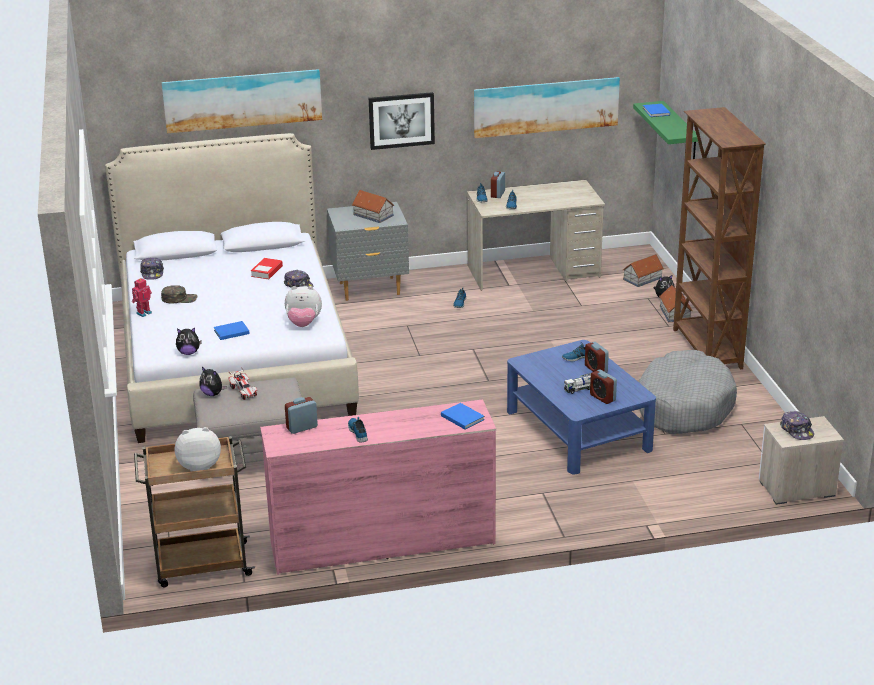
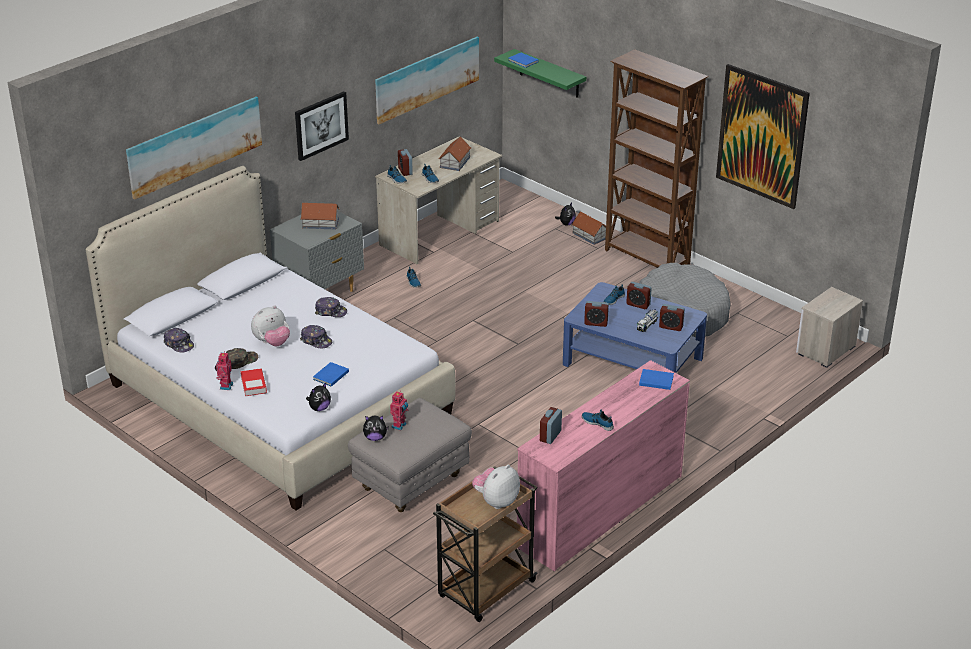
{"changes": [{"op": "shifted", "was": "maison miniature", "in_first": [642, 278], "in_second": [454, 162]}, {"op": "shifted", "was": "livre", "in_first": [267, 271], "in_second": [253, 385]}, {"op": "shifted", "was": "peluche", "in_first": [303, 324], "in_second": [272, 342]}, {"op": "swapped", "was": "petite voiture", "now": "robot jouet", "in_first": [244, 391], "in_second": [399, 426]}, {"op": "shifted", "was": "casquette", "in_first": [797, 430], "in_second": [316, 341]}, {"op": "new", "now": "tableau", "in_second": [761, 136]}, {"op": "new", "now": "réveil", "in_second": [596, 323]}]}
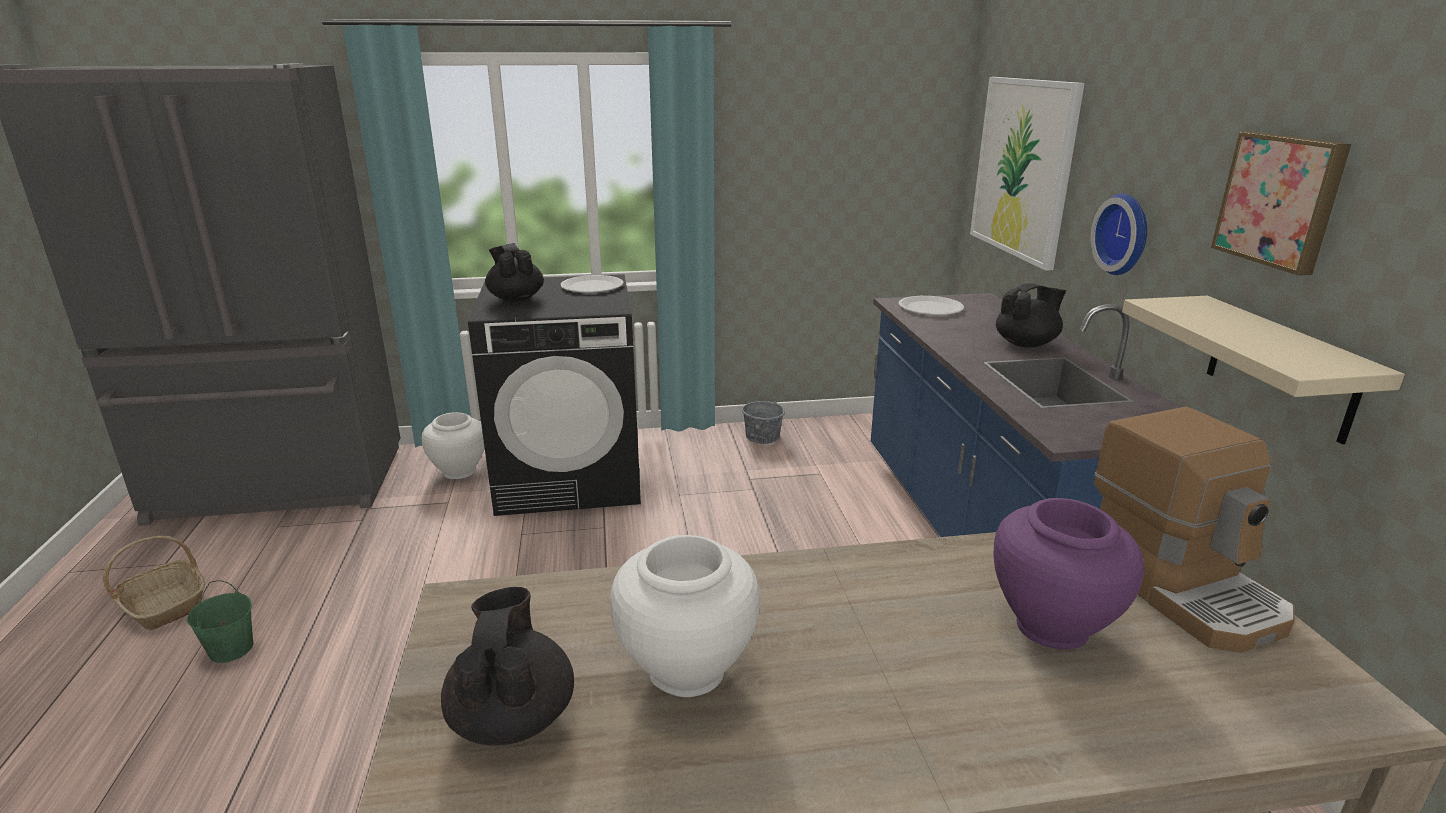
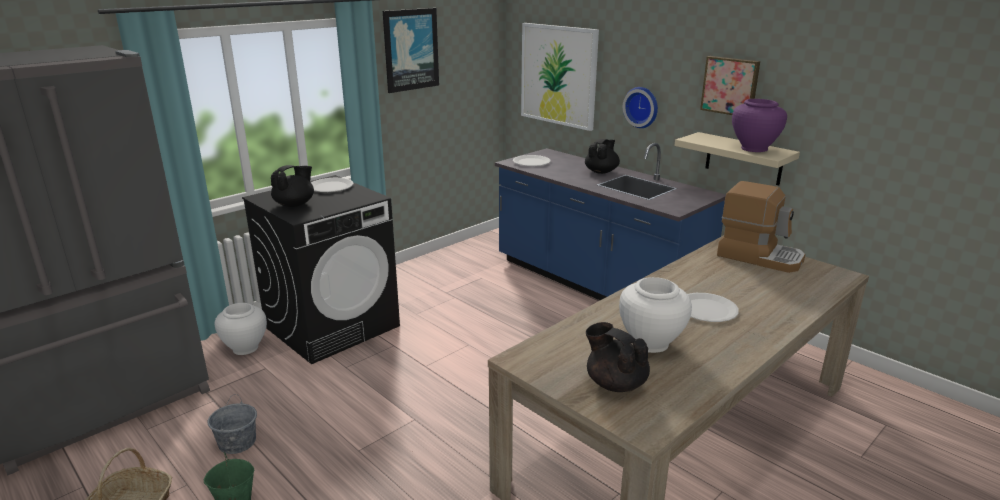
{"changes": [{"op": "rotated", "was": "théière [noir]", "in_first": [516, 298], "in_second": [295, 204], "clockwise": 105}, {"op": "shifted", "was": "seau [gris]", "in_first": [762, 437], "in_second": [237, 442]}, {"op": "shifted", "was": "vase [violet]", "in_first": [1052, 627], "in_second": [754, 148]}, {"op": "new", "now": "tableau", "in_second": [410, 49]}, {"op": "new", "now": "assiette [blanc]", "in_second": [707, 309]}]}
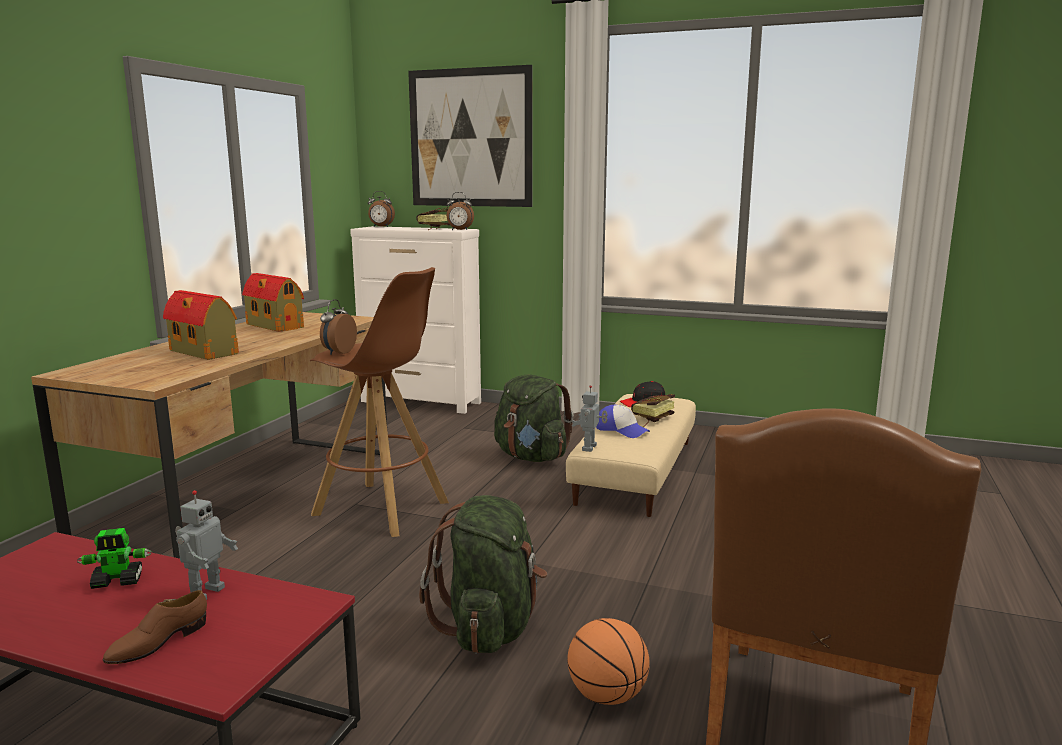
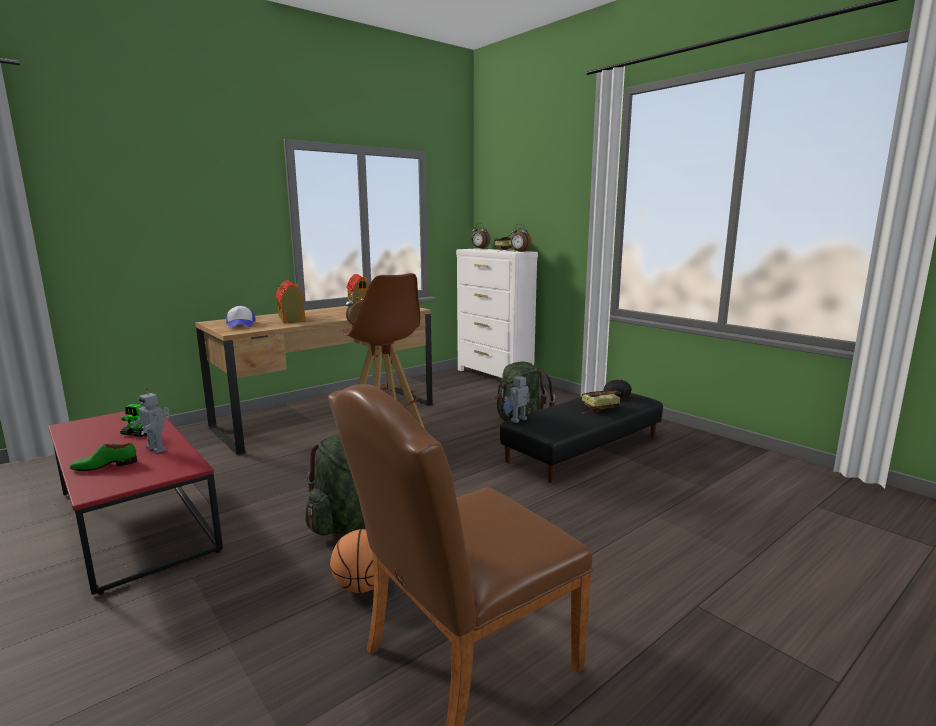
{"changes": [{"op": "gone", "was": "tableau", "in_first": [470, 138]}, {"op": "repainted", "was": "pouf [beige]", "now": "pouf [noir]", "in_first": [637, 471], "in_second": [584, 449]}, {"op": "shifted", "was": "casquette", "in_first": [621, 430], "in_second": [241, 325]}, {"op": "rotated", "was": "robot jouet", "in_first": [204, 593], "in_second": [157, 449], "clockwise": 75}, {"op": "repainted", "was": "chaussure [marron]", "now": "chaussure [vert]", "in_first": [158, 642], "in_second": [105, 466]}]}
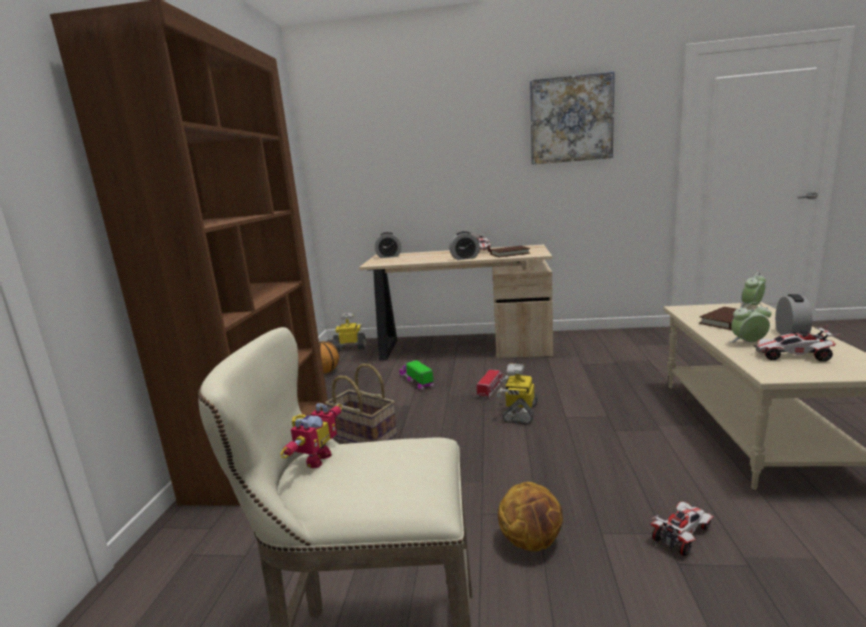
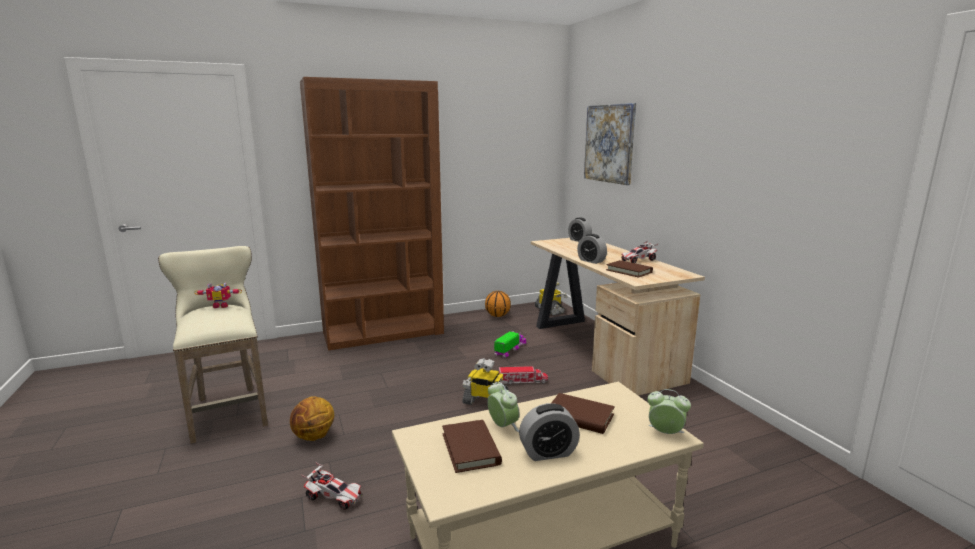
{"changes": [{"op": "shifted", "was": "tableau", "in_first": [571, 119], "in_second": [609, 143]}, {"op": "swapped", "was": "petite voiture", "now": "livre [marron]", "in_first": [792, 356], "in_second": [470, 449]}, {"op": "gone", "was": "panier", "in_first": [362, 435]}, {"op": "rotated", "was": "robot jouet", "in_first": [519, 412], "in_second": [485, 402], "clockwise": -150}]}
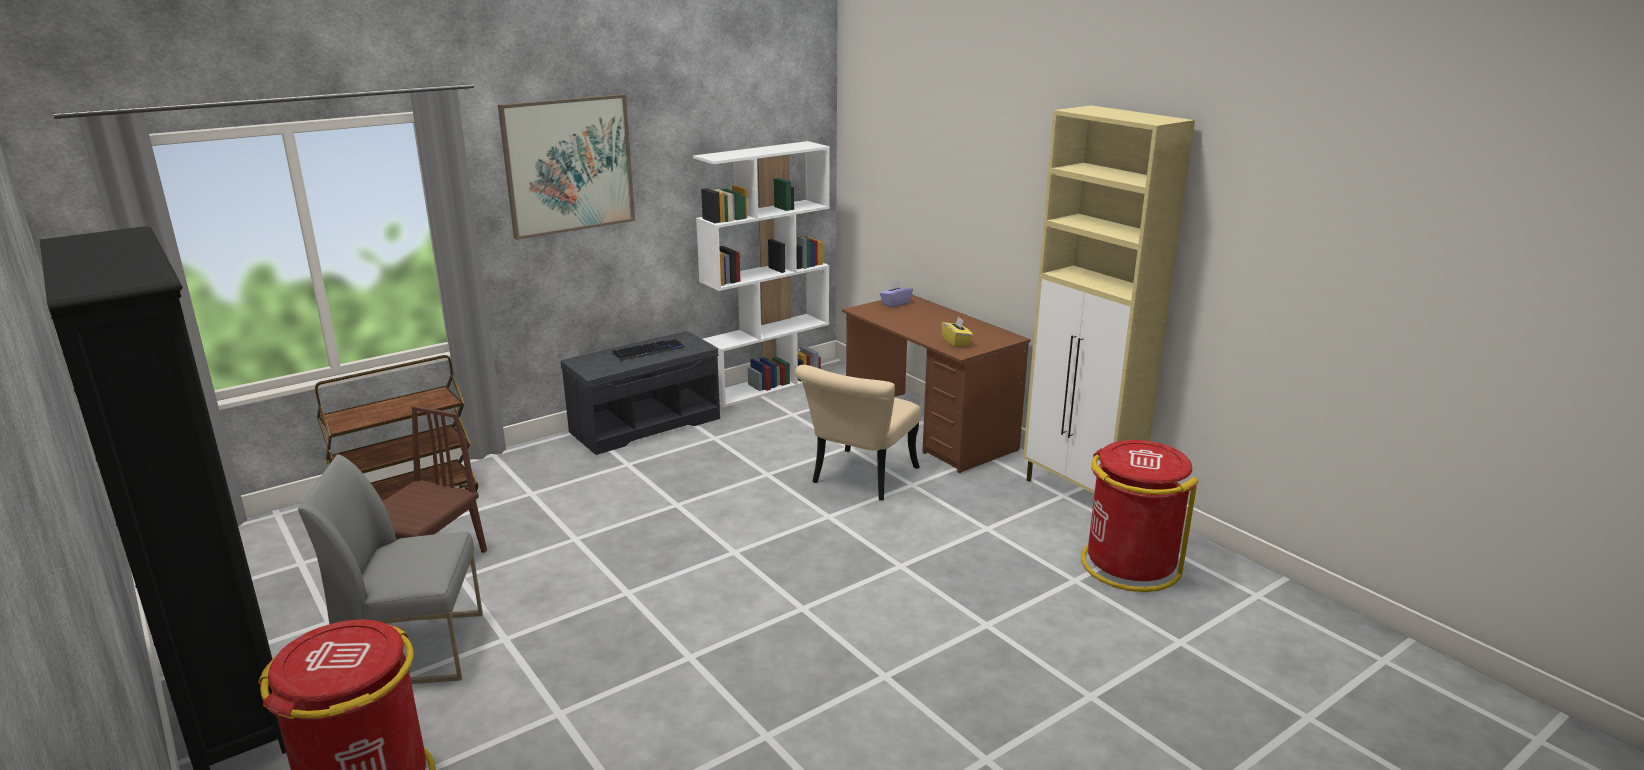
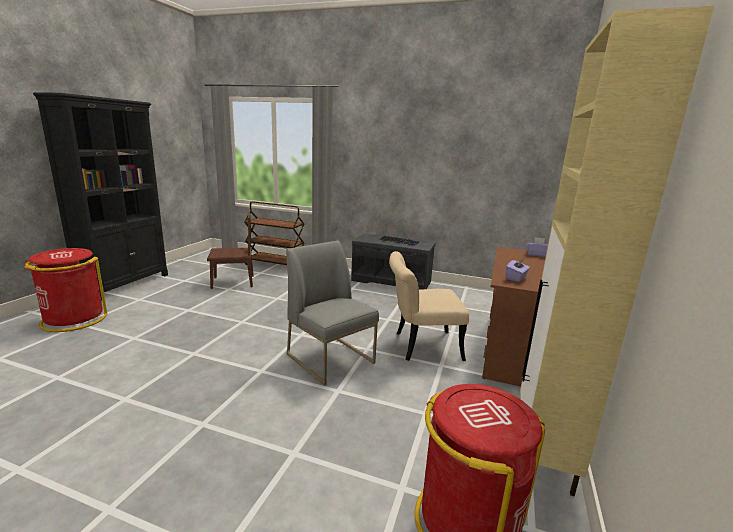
{"changes": [{"op": "gone", "was": "tableau", "in_first": [569, 165]}, {"op": "gone", "was": "bibliothèque [blanc]", "in_first": [768, 385]}, {"op": "repainted", "was": "boîte à mouchoirs [jaune]", "now": "boîte à mouchoirs [violet]", "in_first": [956, 342], "in_second": [516, 278]}, {"op": "shifted", "was": "chaise [gris]", "in_first": [414, 648], "in_second": [331, 359]}]}
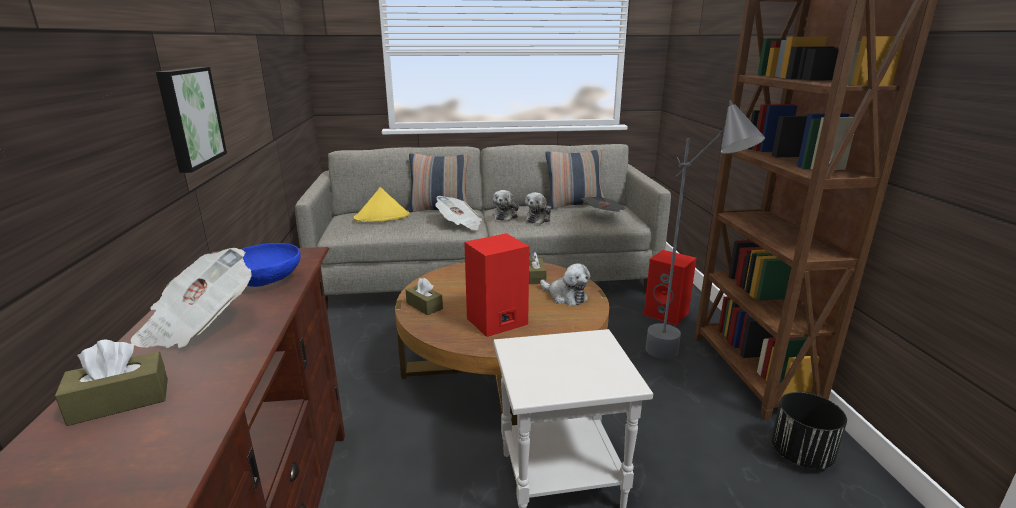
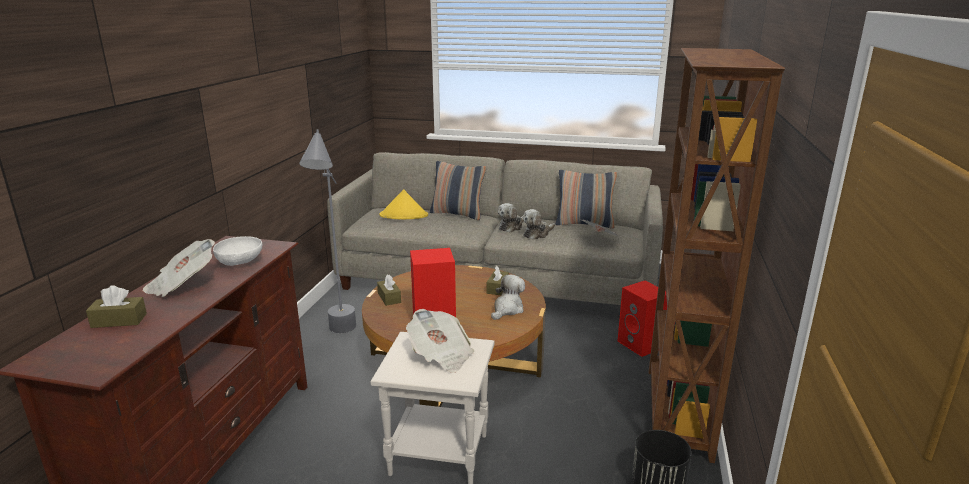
{"changes": [{"op": "gone", "was": "tableau", "in_first": [189, 117]}, {"op": "shifted", "was": "lampadaire [gris]", "in_first": [680, 364], "in_second": [339, 338]}, {"op": "shifted", "was": "journal", "in_first": [460, 225], "in_second": [441, 355]}, {"op": "repainted", "was": "bol [bleu]", "now": "bol [blanc]", "in_first": [268, 281], "in_second": [240, 263]}, {"op": "rotated", "was": "peluche", "in_first": [565, 296], "in_second": [507, 309], "clockwise": -120}]}
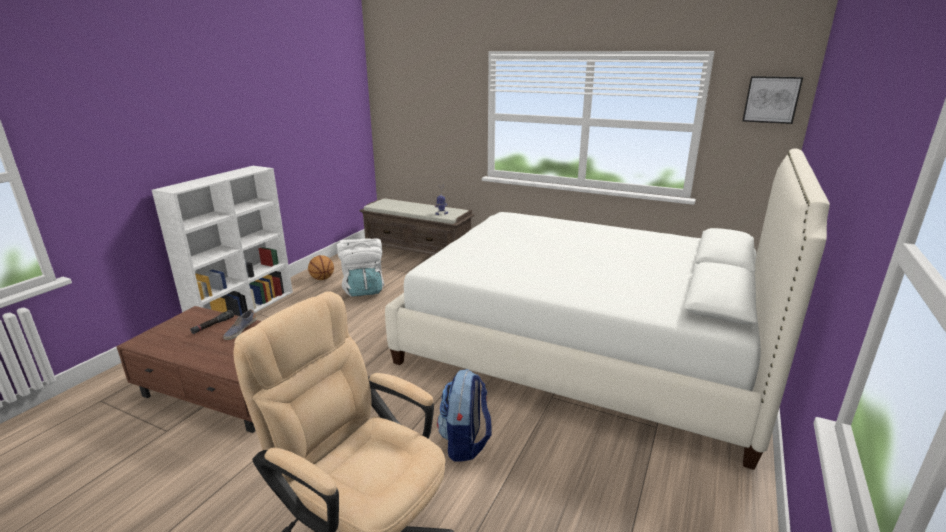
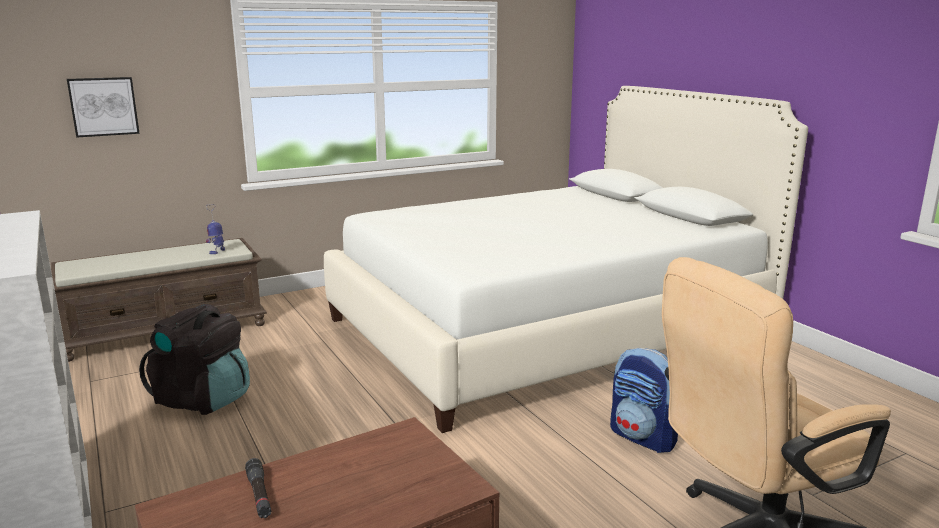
{"changes": [{"op": "shifted", "was": "tableau", "in_first": [771, 99], "in_second": [103, 106]}, {"op": "repainted", "was": "sac à dos [blanc]", "now": "sac à dos [noir]", "in_first": [363, 289], "in_second": [203, 399]}, {"op": "gone", "was": "ballon de basket", "in_first": [322, 279]}, {"op": "gone", "was": "chaussure", "in_first": [240, 331]}]}
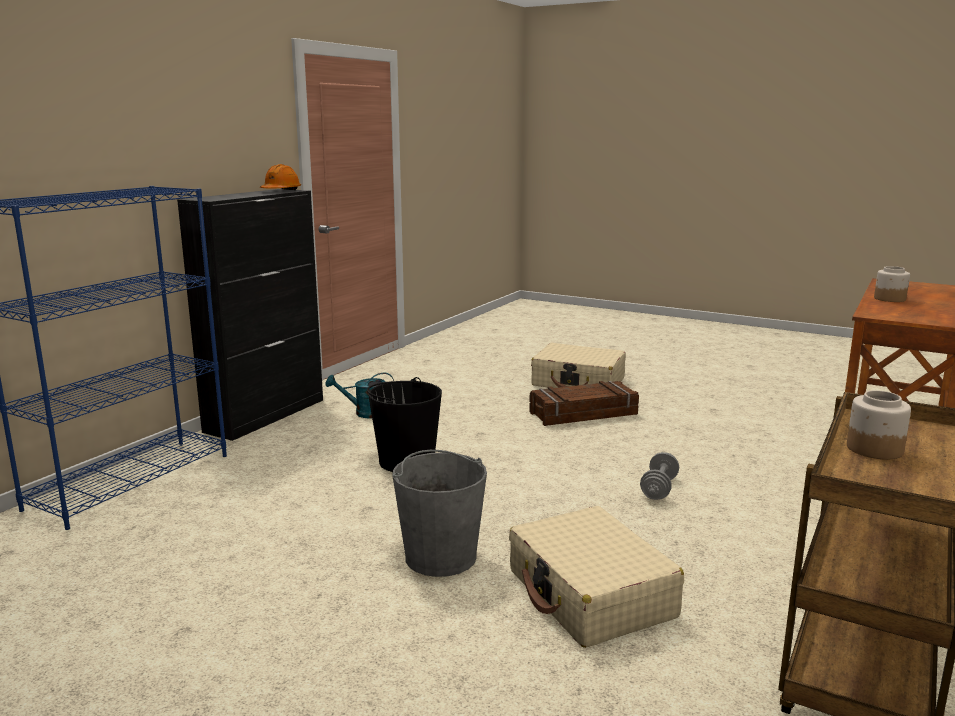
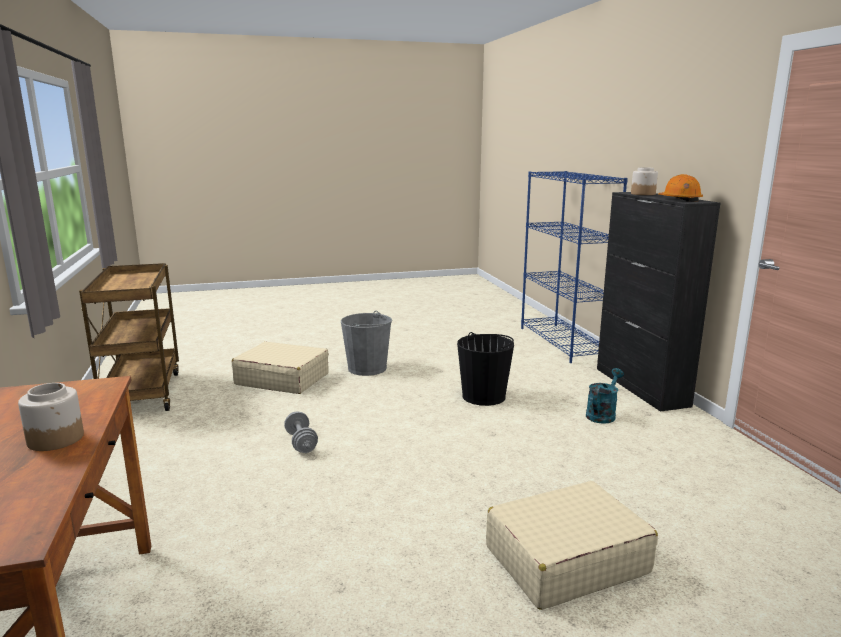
{"changes": [{"op": "gone", "was": "caisse", "in_first": [583, 414]}, {"op": "shifted", "was": "bocal", "in_first": [873, 449], "in_second": [643, 194]}]}
